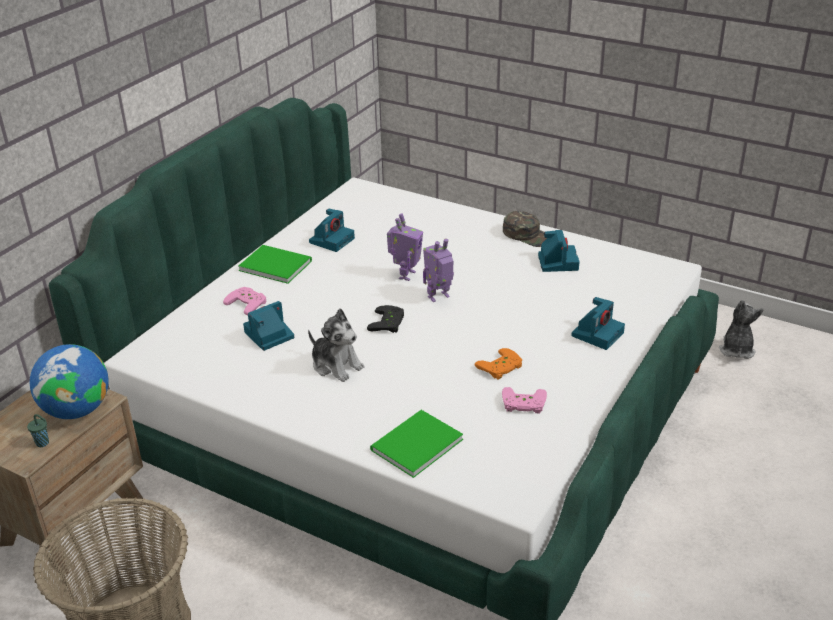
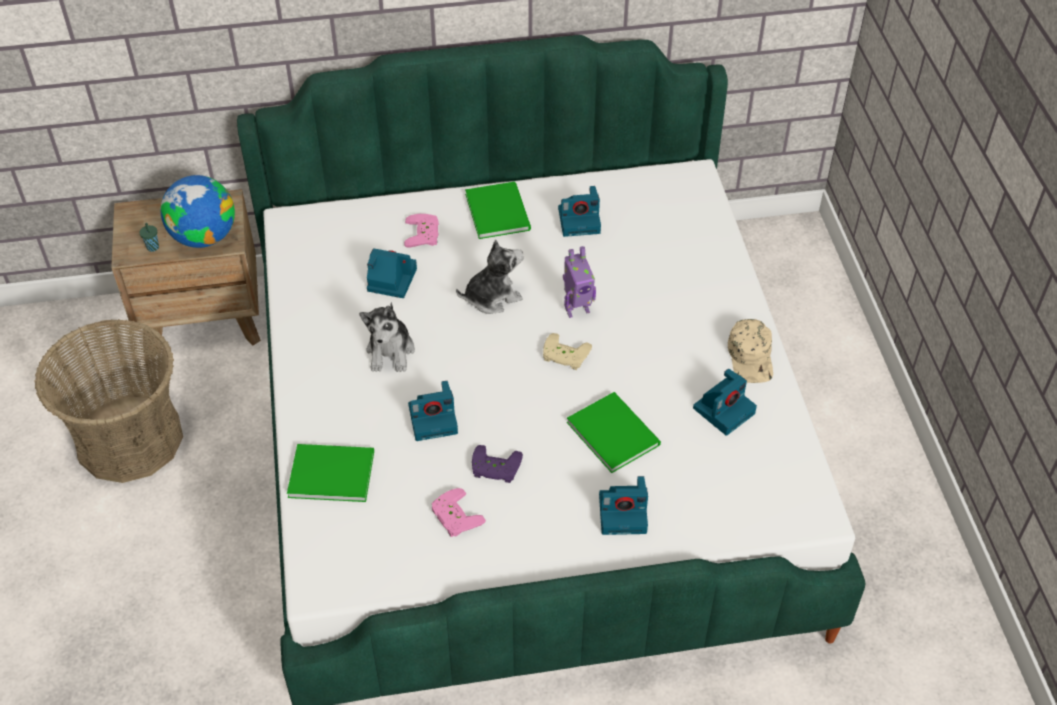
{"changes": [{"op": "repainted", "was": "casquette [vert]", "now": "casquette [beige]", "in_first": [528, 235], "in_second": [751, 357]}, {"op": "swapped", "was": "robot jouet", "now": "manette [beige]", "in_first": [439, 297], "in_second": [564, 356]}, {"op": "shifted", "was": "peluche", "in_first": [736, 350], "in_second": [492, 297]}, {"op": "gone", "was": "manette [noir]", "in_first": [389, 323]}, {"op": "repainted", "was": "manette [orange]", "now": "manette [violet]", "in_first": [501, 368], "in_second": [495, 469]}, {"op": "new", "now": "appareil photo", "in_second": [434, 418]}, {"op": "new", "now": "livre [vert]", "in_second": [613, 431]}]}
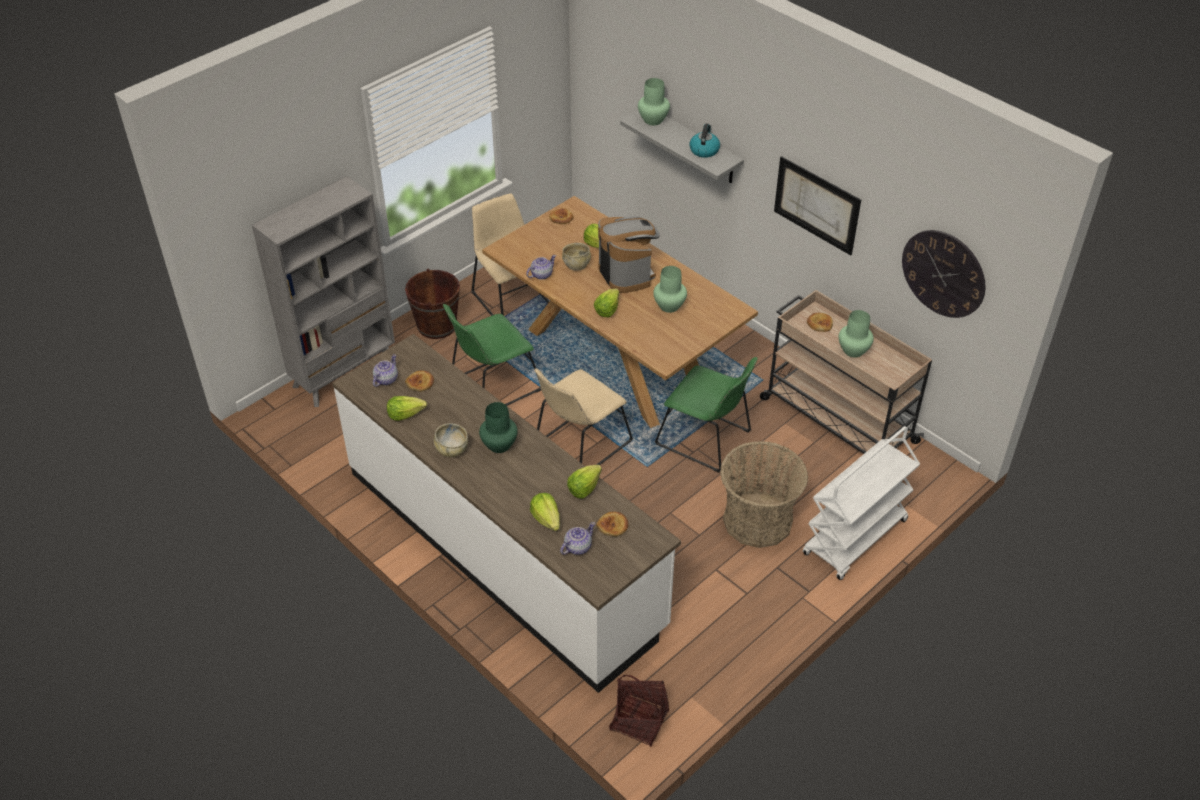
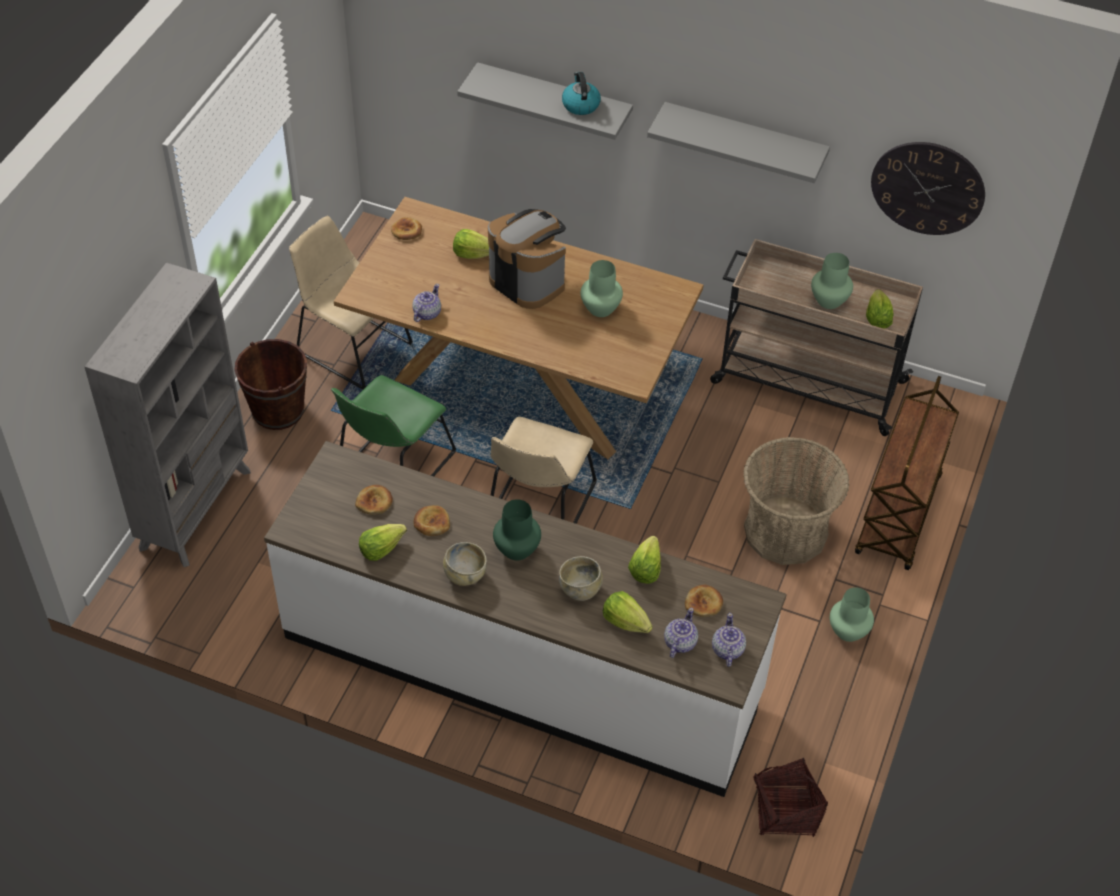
{"changes": [{"op": "shifted", "was": "vase [vert]", "in_first": [653, 120], "in_second": [849, 631]}, {"op": "swapped", "was": "tableau", "now": "étagère [gris]", "in_first": [816, 205], "in_second": [744, 141]}, {"op": "shifted", "was": "bol [beige]", "in_first": [576, 265], "in_second": [580, 589]}, {"op": "shifted", "was": "laitue", "in_first": [607, 310], "in_second": [877, 318]}, {"op": "shifted", "was": "pain", "in_first": [819, 324], "in_second": [432, 522]}, {"op": "shifted", "was": "théière", "in_first": [385, 379], "in_second": [727, 650]}, {"op": "gone", "was": "chaise [vert]", "in_first": [706, 440]}, {"op": "repainted", "was": "chariot [blanc]", "now": "chariot [marron]", "in_first": [855, 538], "in_second": [898, 516]}]}
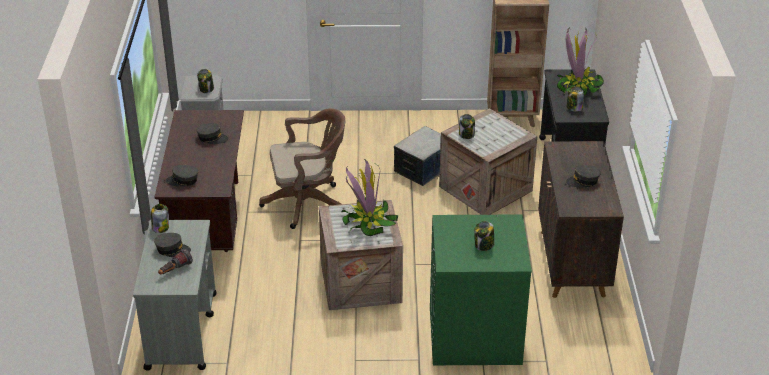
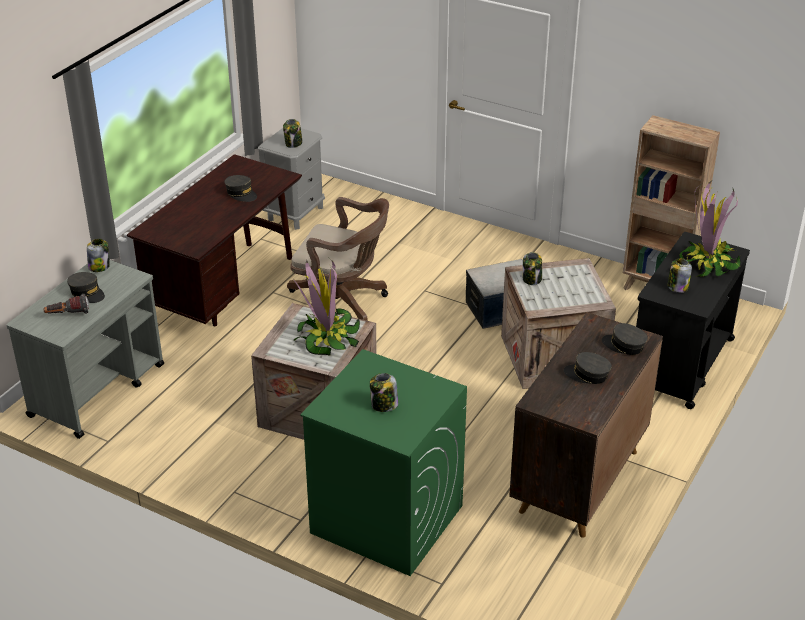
{"changes": [{"op": "shifted", "was": "casquette [gris]", "in_first": [183, 180], "in_second": [624, 345]}]}
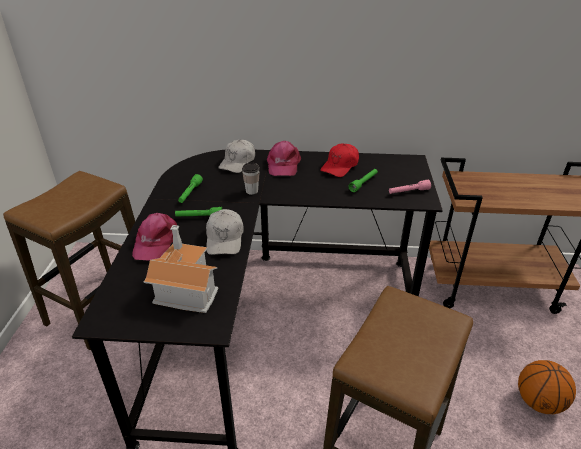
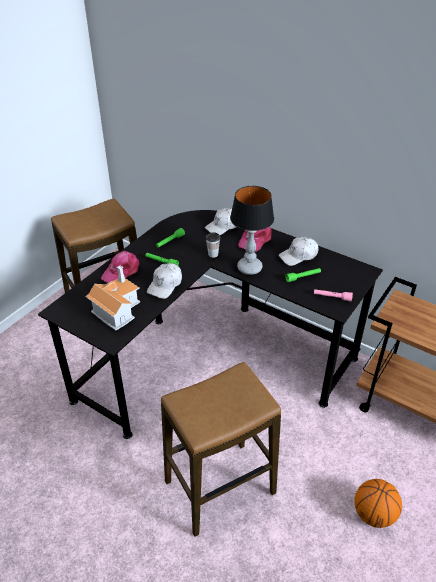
{"changes": [{"op": "repainted", "was": "casquette [rouge]", "now": "casquette [blanc]", "in_first": [340, 166], "in_second": [298, 256]}, {"op": "new", "now": "lampe de table", "in_second": [249, 268]}]}
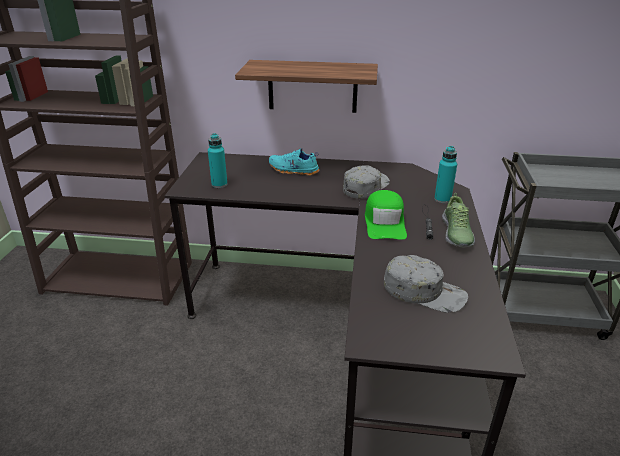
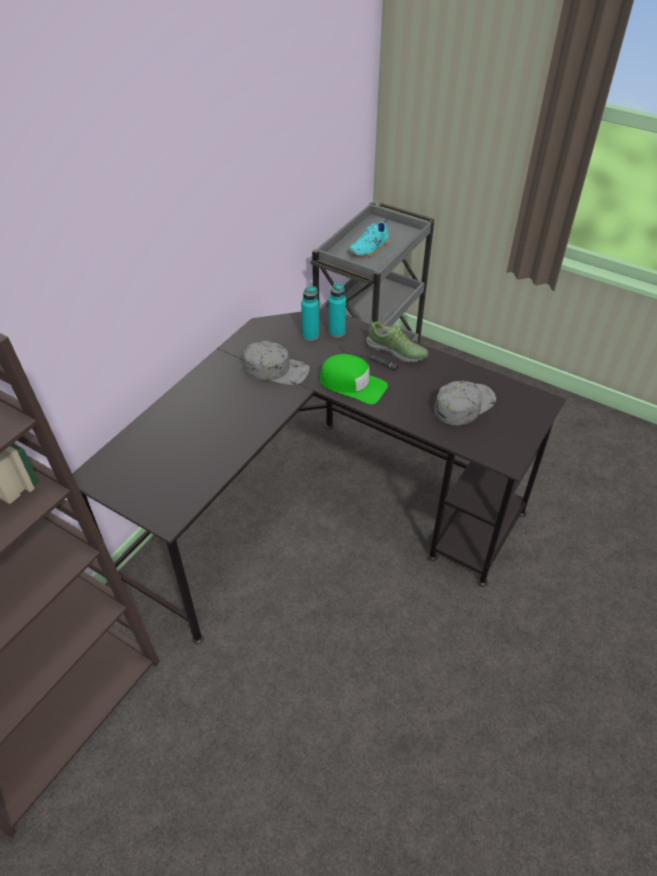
{"changes": [{"op": "gone", "was": "étagère", "in_first": [312, 86]}, {"op": "shifted", "was": "bouteille [turquoise]", "in_first": [219, 184], "in_second": [310, 335]}, {"op": "shifted", "was": "chaussure [turquoise]", "in_first": [293, 171], "in_second": [370, 249]}, {"op": "rotated", "was": "casquette [gris]", "in_first": [365, 186], "in_second": [276, 369], "clockwise": 135}]}
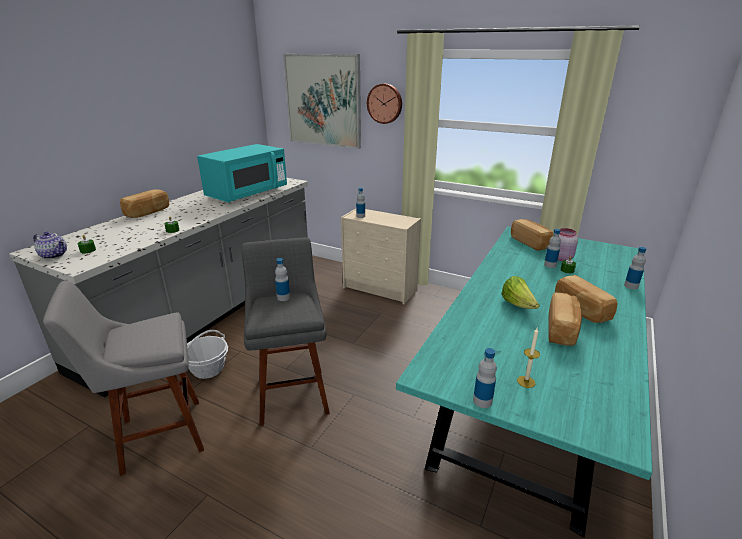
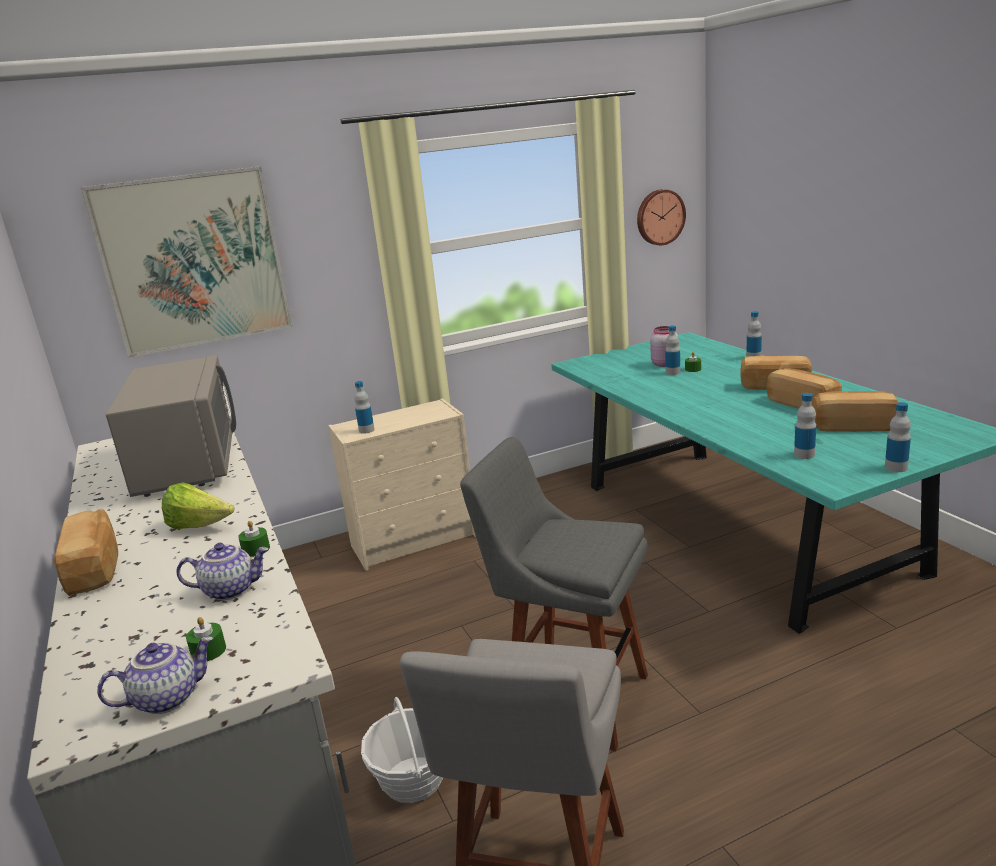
{"changes": [{"op": "shifted", "was": "horloge murale", "in_first": [385, 103], "in_second": [659, 217]}, {"op": "repainted", "was": "micro-ondes [turquoise]", "now": "micro-ondes [gris]", "in_first": [247, 193], "in_second": [188, 464]}, {"op": "shifted", "was": "pain", "in_first": [530, 242], "in_second": [853, 426]}, {"op": "shifted", "was": "bouteille", "in_first": [283, 297], "in_second": [804, 455]}, {"op": "shifted", "was": "laitue", "in_first": [518, 305], "in_second": [200, 526]}, {"op": "gone", "was": "bougie", "in_first": [526, 382]}, {"op": "new", "now": "théière", "in_second": [231, 589]}]}
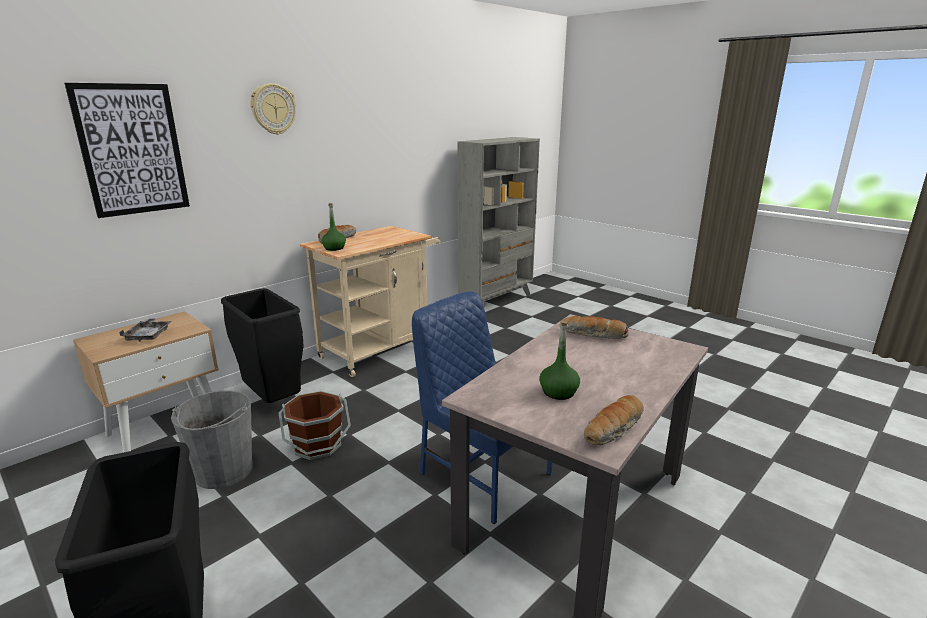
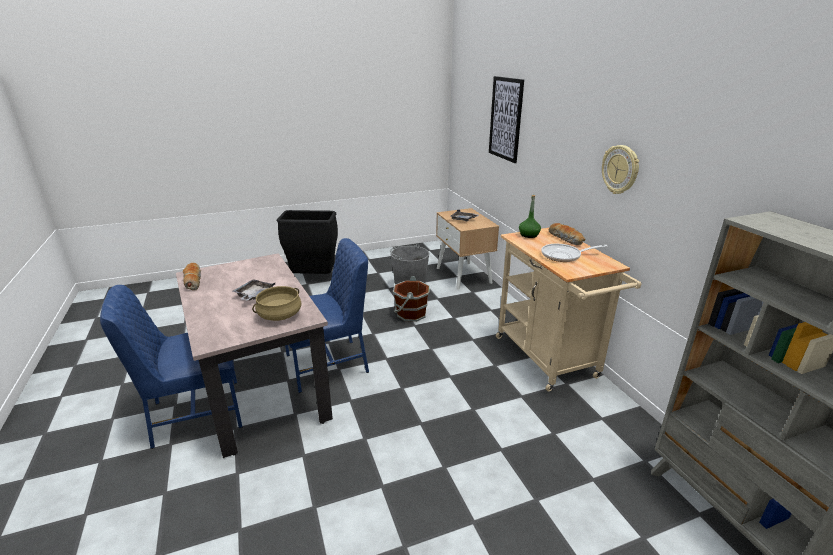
{"changes": [{"op": "shifted", "was": "horloge murale", "in_first": [273, 109], "in_second": [620, 169]}, {"op": "gone", "was": "poubelle [noir]", "in_first": [272, 401]}, {"op": "swapped", "was": "pain", "now": "marmite [beige]", "in_first": [593, 335], "in_second": [280, 315]}, {"op": "gone", "was": "bouteille [vert]", "in_first": [558, 392]}, {"op": "new", "now": "poêle", "in_second": [564, 256]}, {"op": "new", "now": "plateau [gris]", "in_second": [254, 295]}, {"op": "new", "now": "chaise [bleu]", "in_second": [195, 413]}]}
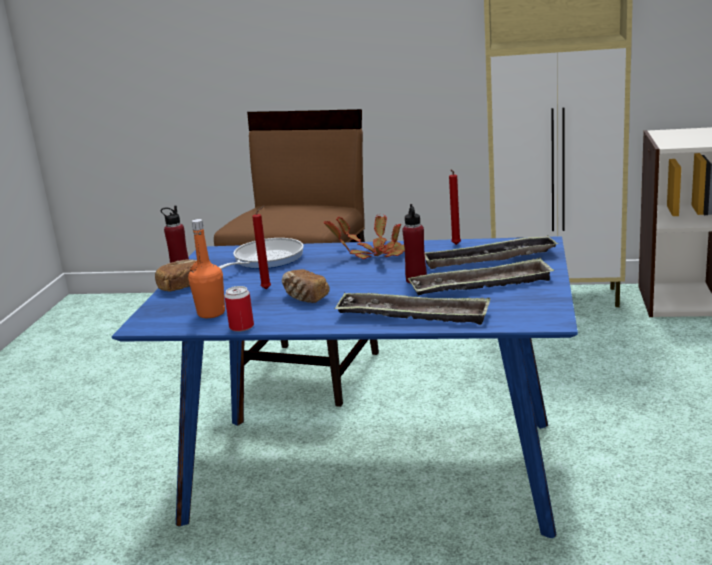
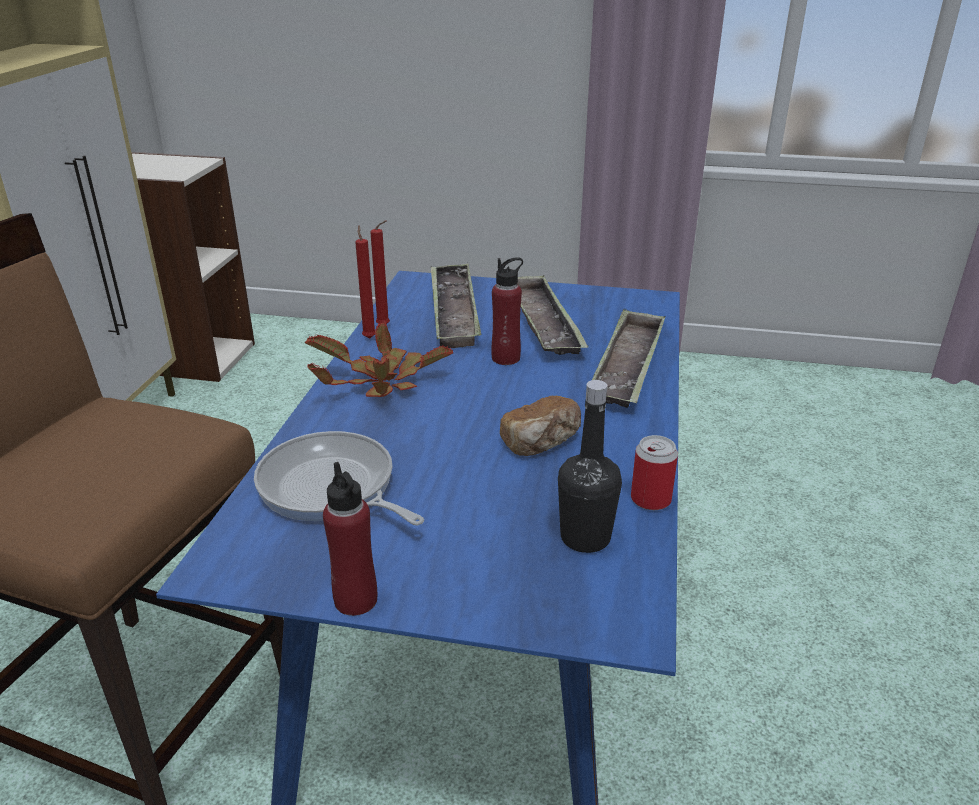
{"changes": [{"op": "shifted", "was": "bougie [rouge]", "in_first": [268, 289], "in_second": [369, 337]}, {"op": "repainted", "was": "bouteille [orange]", "now": "bouteille [noir]", "in_first": [211, 313], "in_second": [585, 537]}, {"op": "gone", "was": "pain", "in_first": [182, 286]}]}
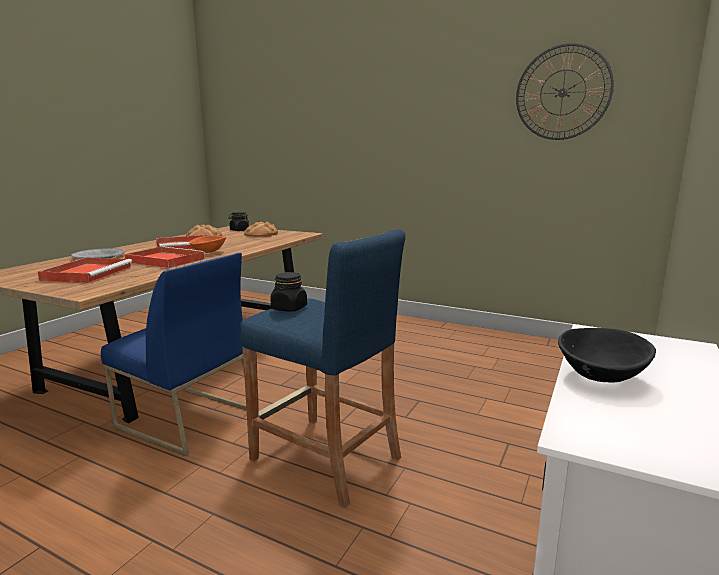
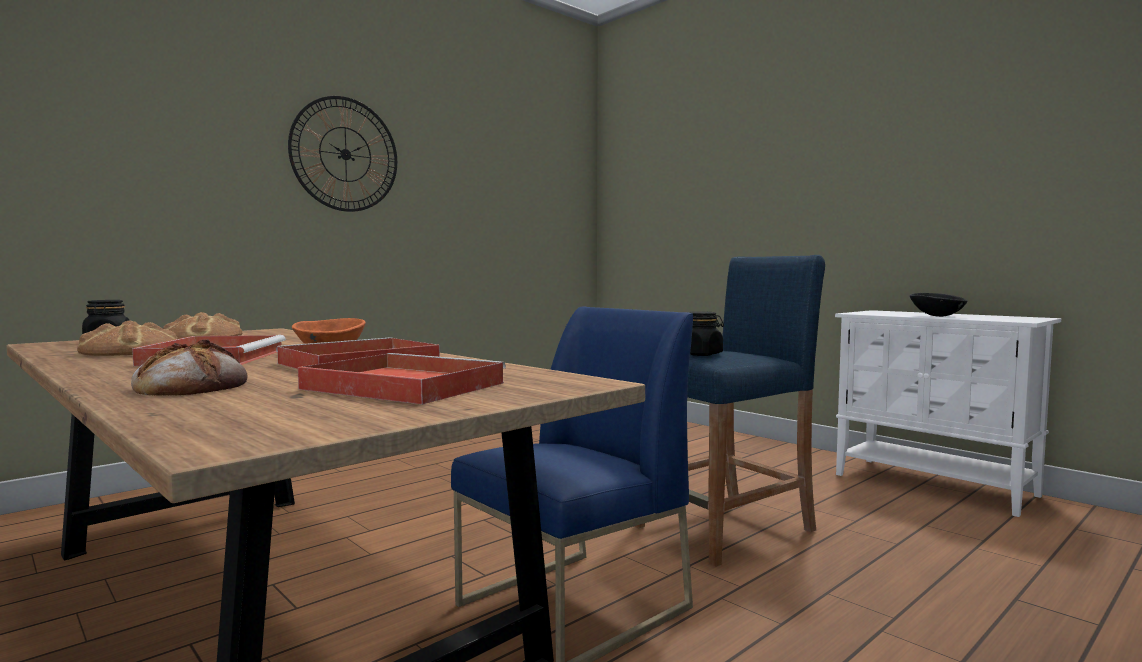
{"changes": [{"op": "shifted", "was": "horloge murale", "in_first": [562, 92], "in_second": [345, 154]}, {"op": "swapped", "was": "assiette [gris]", "now": "pain", "in_first": [99, 257], "in_second": [192, 386]}]}
